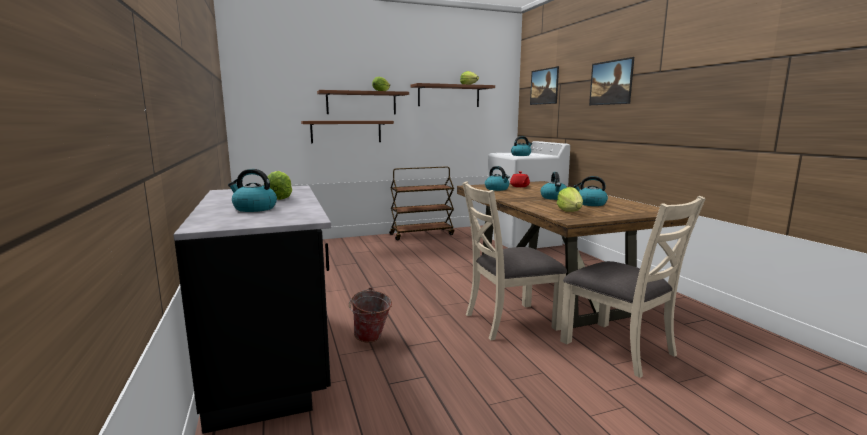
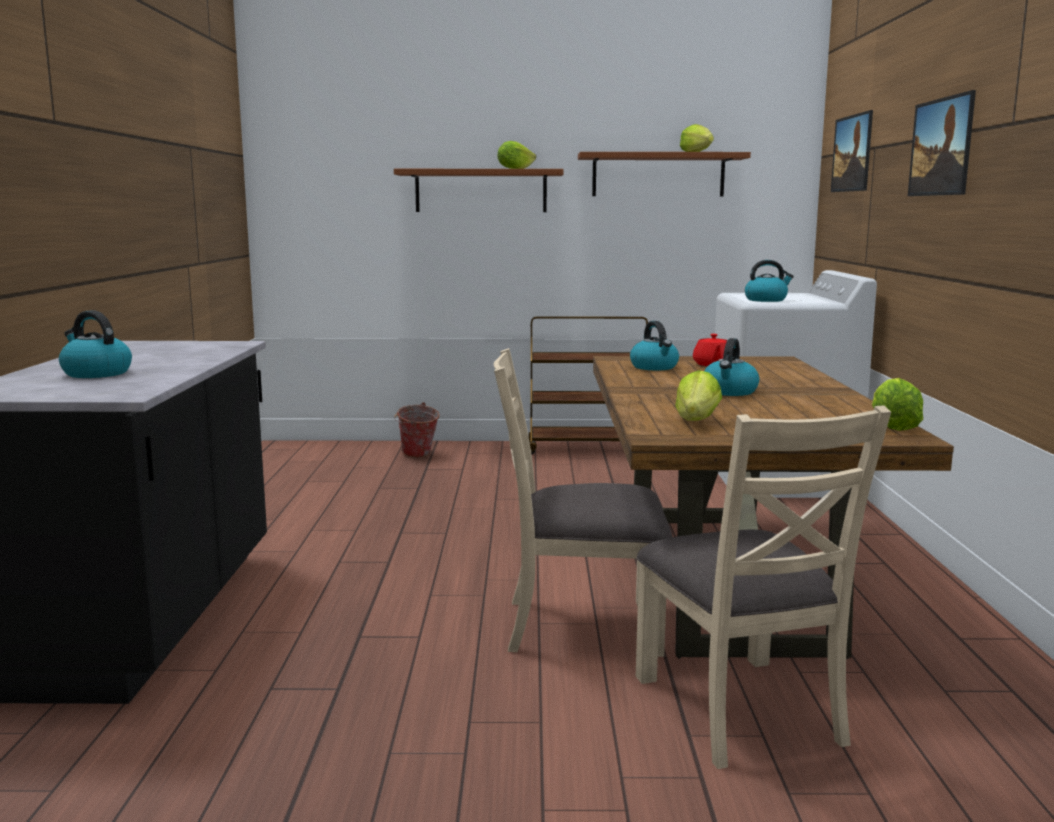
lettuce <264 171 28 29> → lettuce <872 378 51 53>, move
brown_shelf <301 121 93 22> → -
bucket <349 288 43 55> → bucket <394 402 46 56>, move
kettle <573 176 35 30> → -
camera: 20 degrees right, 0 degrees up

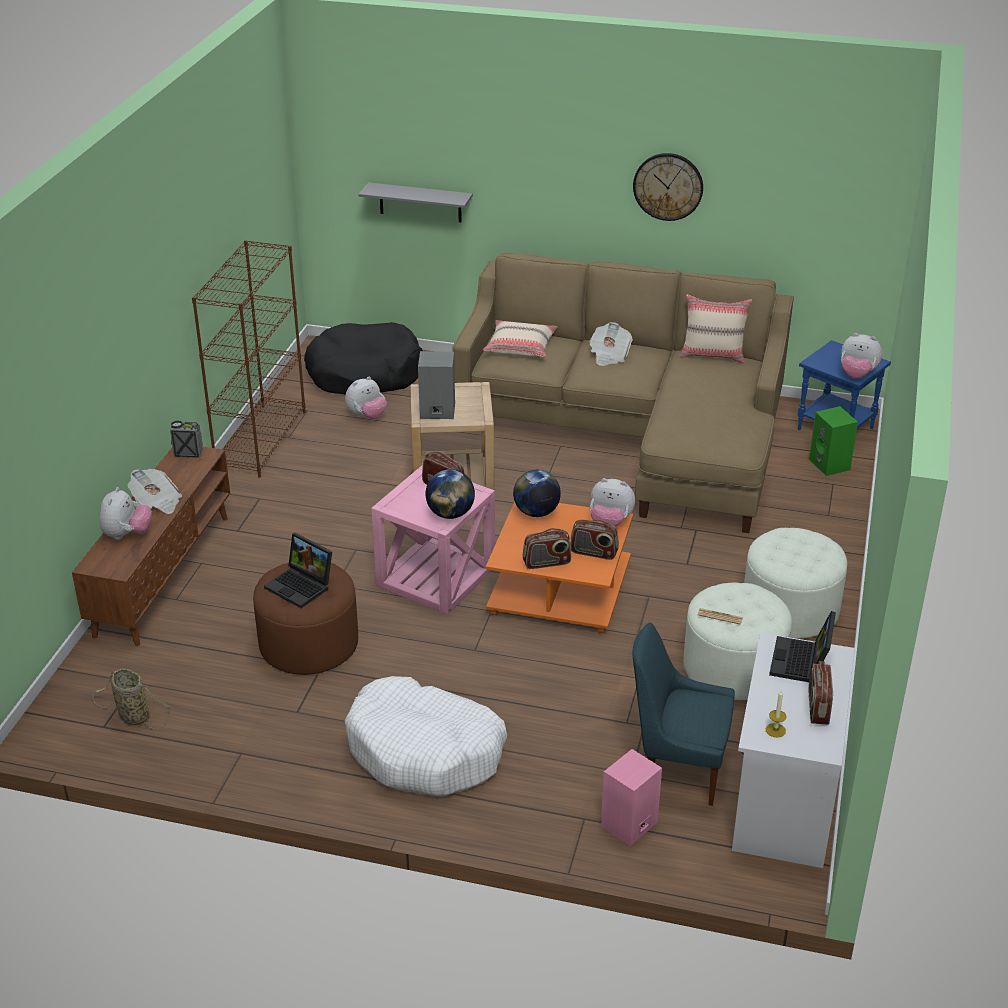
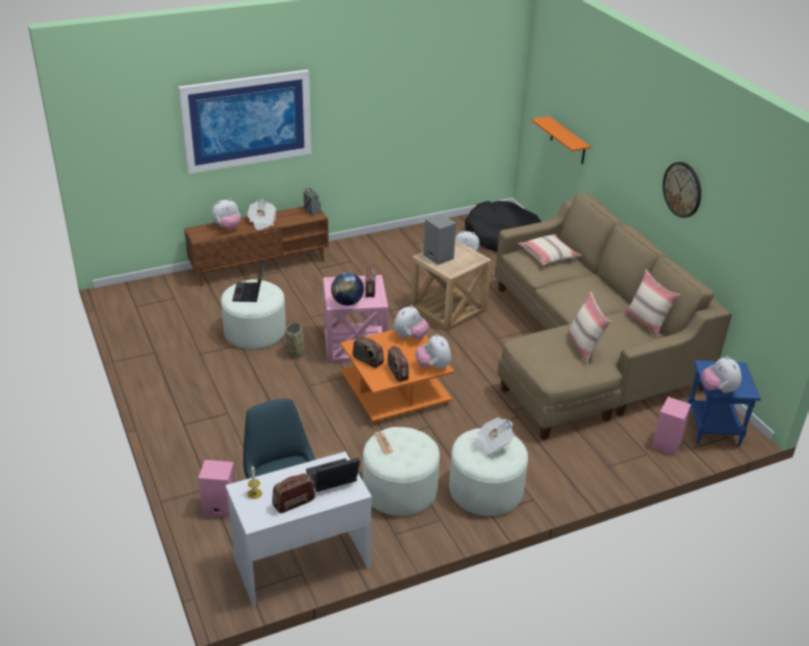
basket <92 668 79 61> → basket <285 322 25 43>, move
brown_bookcase <192 240 114 238> → -
brown_ottoman <253 563 105 112> → white_ottoman <221 279 65 70>
white_dog_bed <345 676 162 121> → -
grey_shelf <359 182 114 40> → orange_shelf <532 116 59 48>
globe <513 470 48 47> → plush_toy <394 305 35 35>
newspaper <589 322 44 44> → newspaper <470 417 44 39>, move
green_speaker <809 406 49 70> → pink_speaker <652 397 39 58>
- → picture <178 69 133 105>
- → beige_pillow <567 291 44 73>
camera: 50 degrees right, 0 degrees up

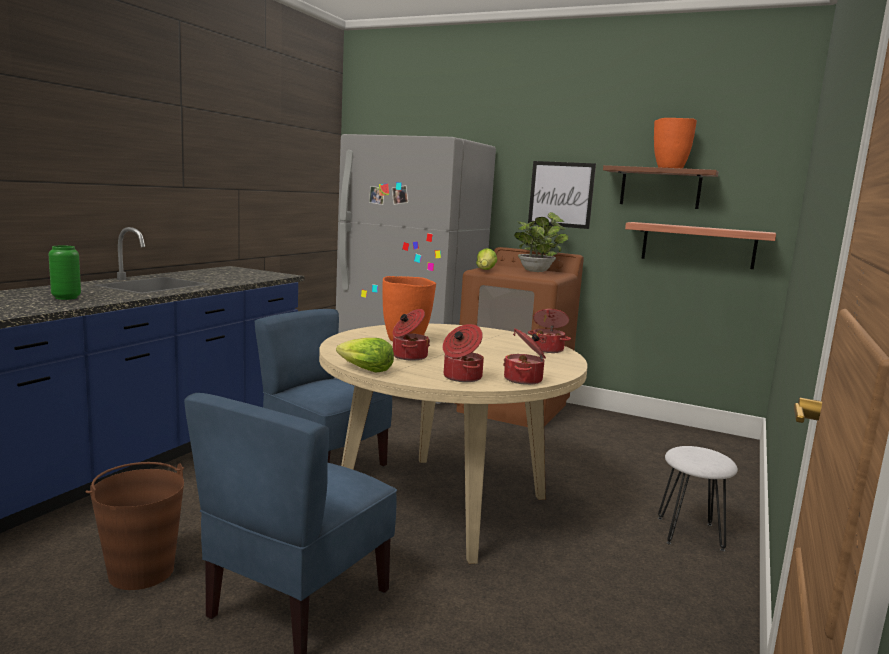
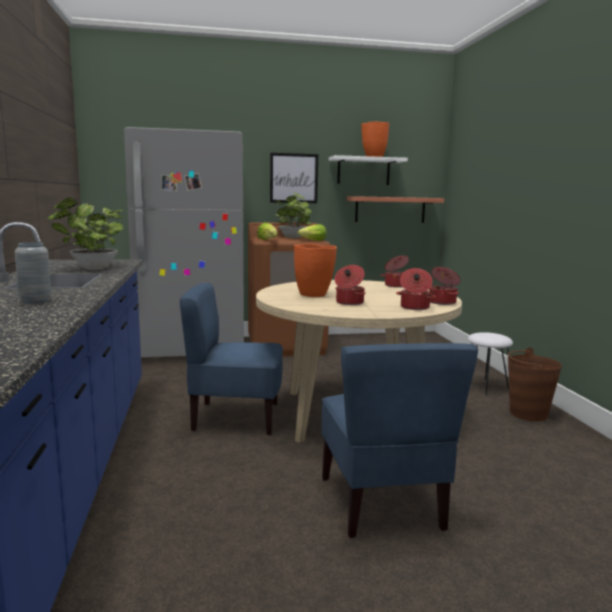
green_vase <48 245 33 55> → grey_vase <15 242 36 61>
brown_bucket <86 462 98 128> → brown_bucket <508 347 54 74>, move
lettuce <336 338 58 35> → lettuce <298 224 29 17>, move
brown_shelf <603 165 116 44> → white_shelf <329 155 79 30>
- → potted_plant <47 198 77 72>
camera: 35 degrees left, 0 degrees up

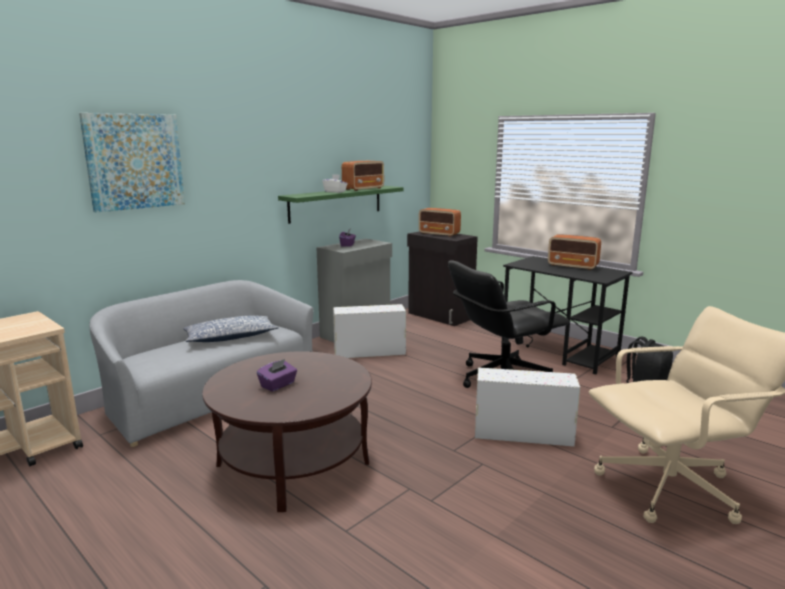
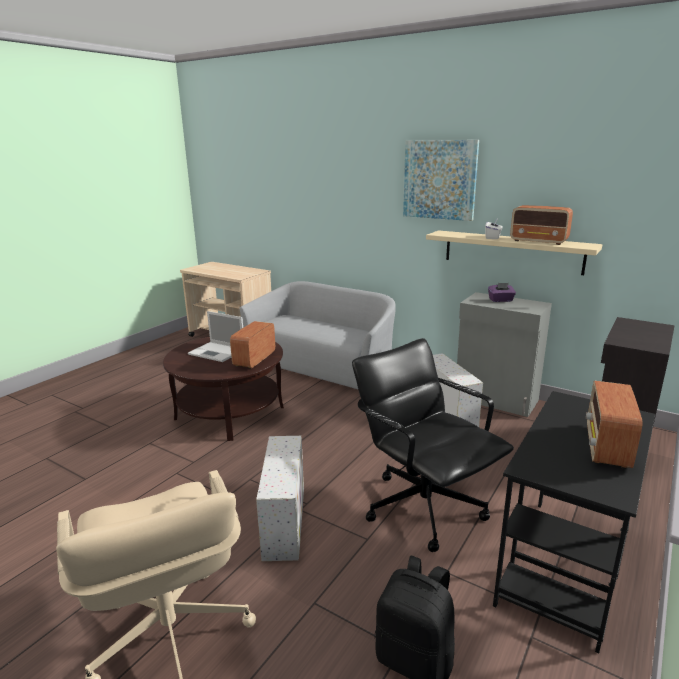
picture <79 113 106 99> → picture <403 140 76 81>, move
pillow <183 316 96 26> → -
purple_tissue_box <257 359 40 33> → laptop <188 311 55 51>
green_shelf <278 186 126 38> → beige_shelf <426 230 176 45>
radio <419 208 42 29> → radio <230 321 45 48>, move
camera: 80 degrees right, 5 degrees up

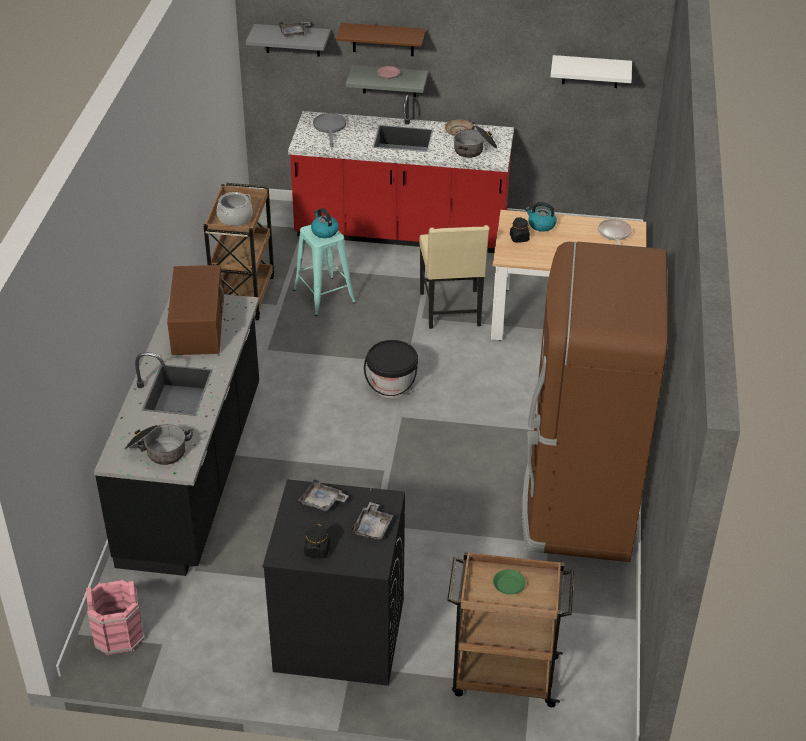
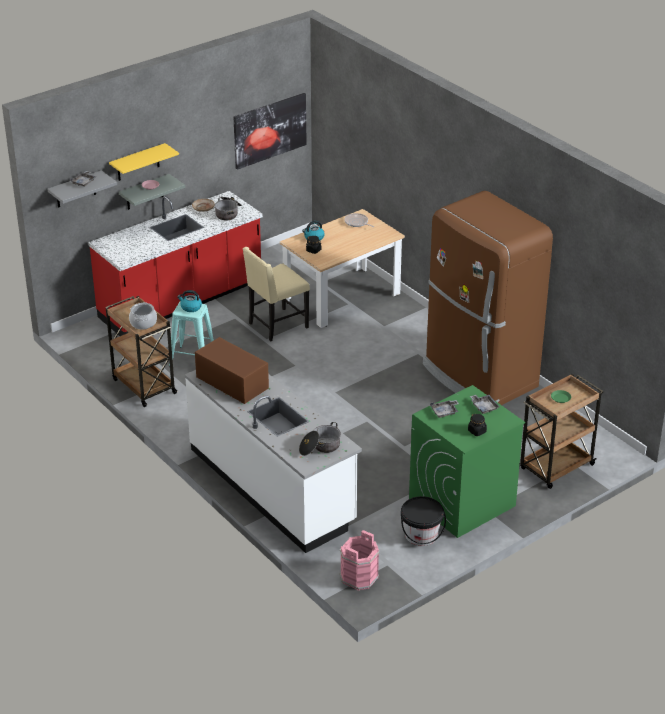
black_counter <94 294 165 282> → white_counter <185 370 177 183>
black_washing_machine <263 479 142 207> → green_washing_machine <409 385 116 153>
grey_frying_pan <313 113 33 34> → -
brown_shelf <336 23 90 33> → yellow_shelf <109 143 70 38>
black_bucket <364 340 54 58> → black_bucket <401 496 45 50>, move
beige_chair <419 225 70 104> → beige_chair <243 247 67 95>, 105 degrees clockwise
white_shelf <550 55 82 33> → picture <233 93 74 77>
camera: 45 degrees left, 5 degrees down

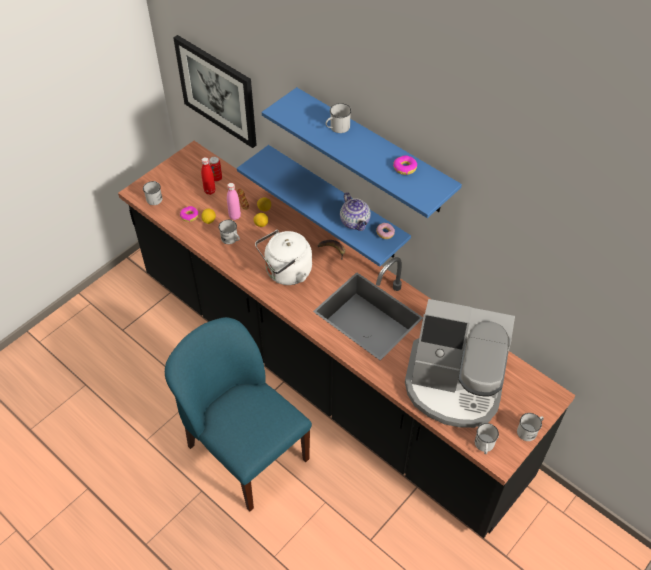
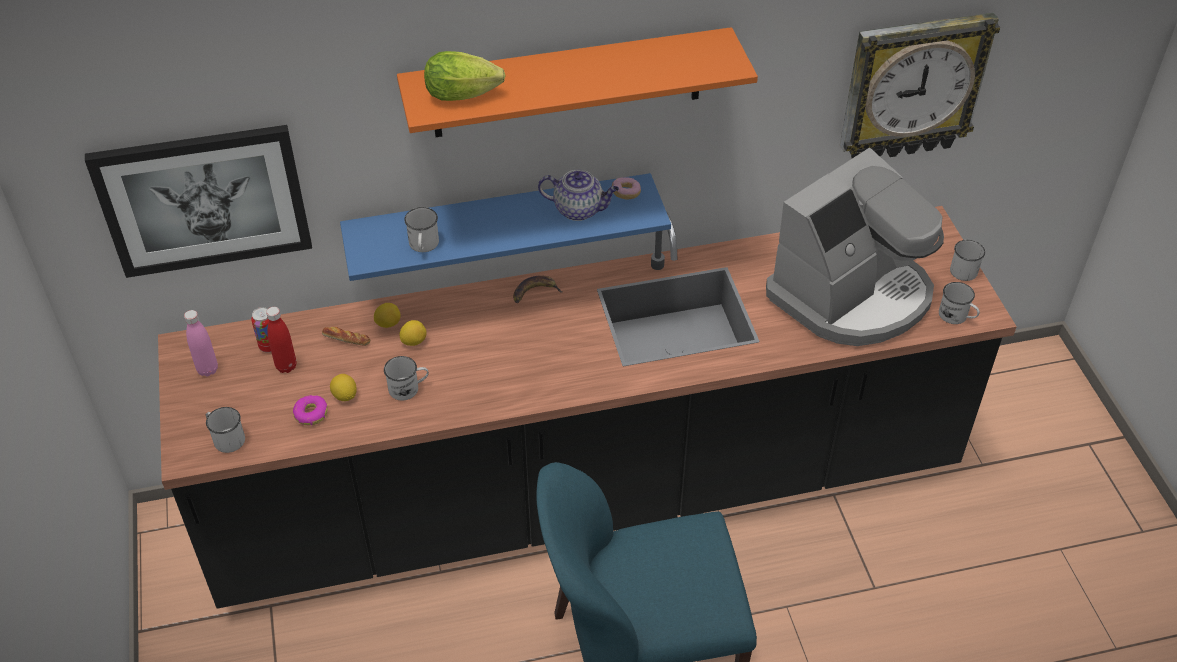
pink_bottle <227 183 14 37> → pink_bottle <184 310 34 67>, move
white_kettle <255 230 57 55> → -
blue_shelf <262 87 200 131> → orange_shelf <397 27 361 110>
white_mug <325 103 26 30> → white_mug <404 207 35 45>, move
donut <393 155 24 20> → -
- → lettuce <424 51 82 50>
- → wall_clock <840 13 160 145>
camera: 55 degrees left, 5 degrees down

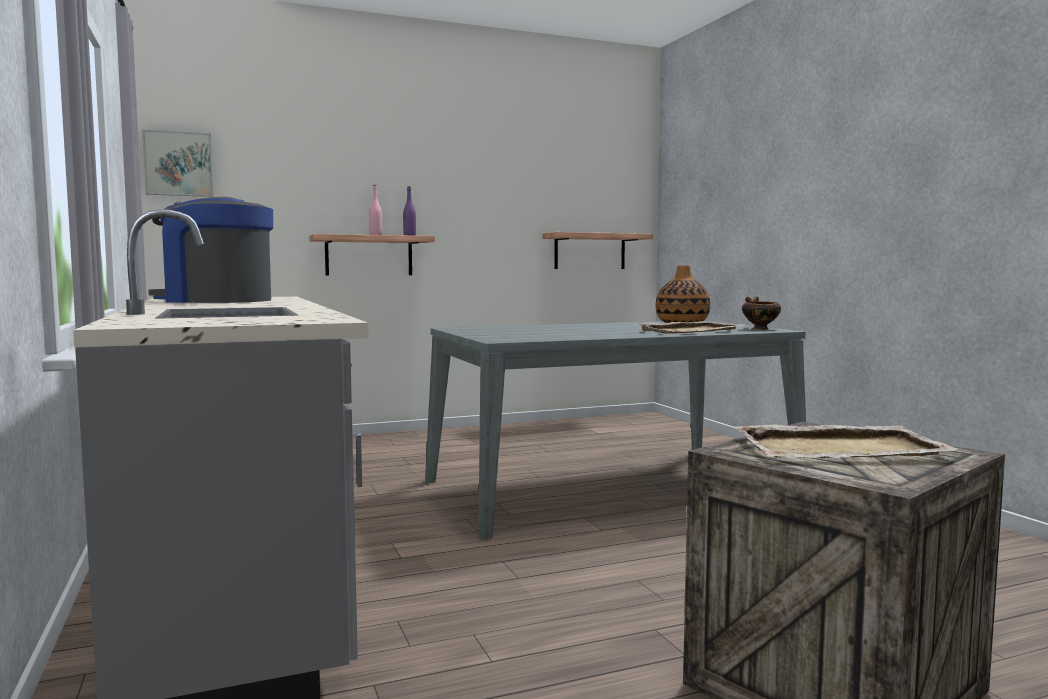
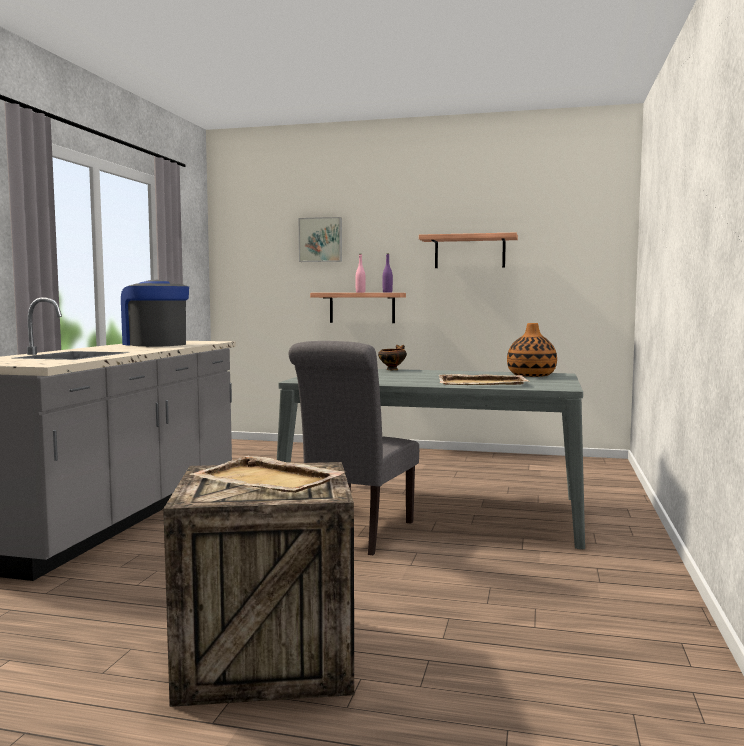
picture <142 130 72 67> → picture <299 217 43 45>, move
shelf <543 232 110 37> → shelf <419 232 99 36>, move
bowl <742 296 39 34> → bowl <378 345 29 25>, move
- → grey_chair <289 341 130 214>
camera: 35 degrees right, 0 degrees up

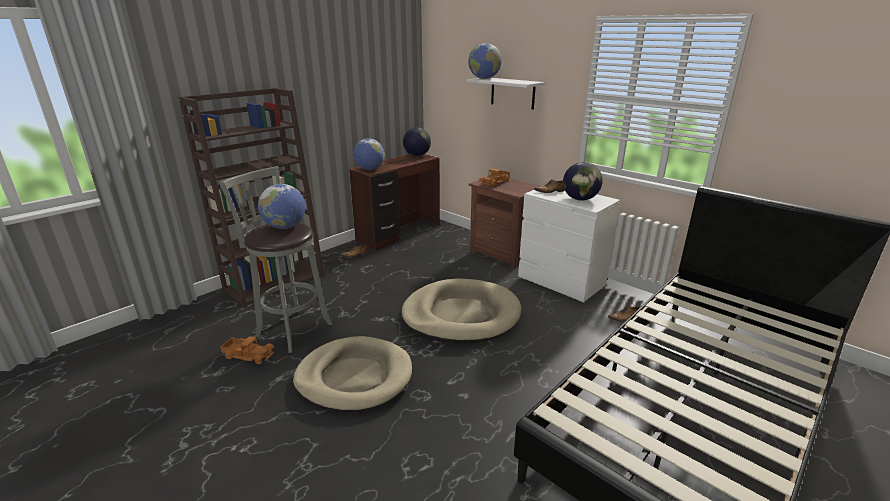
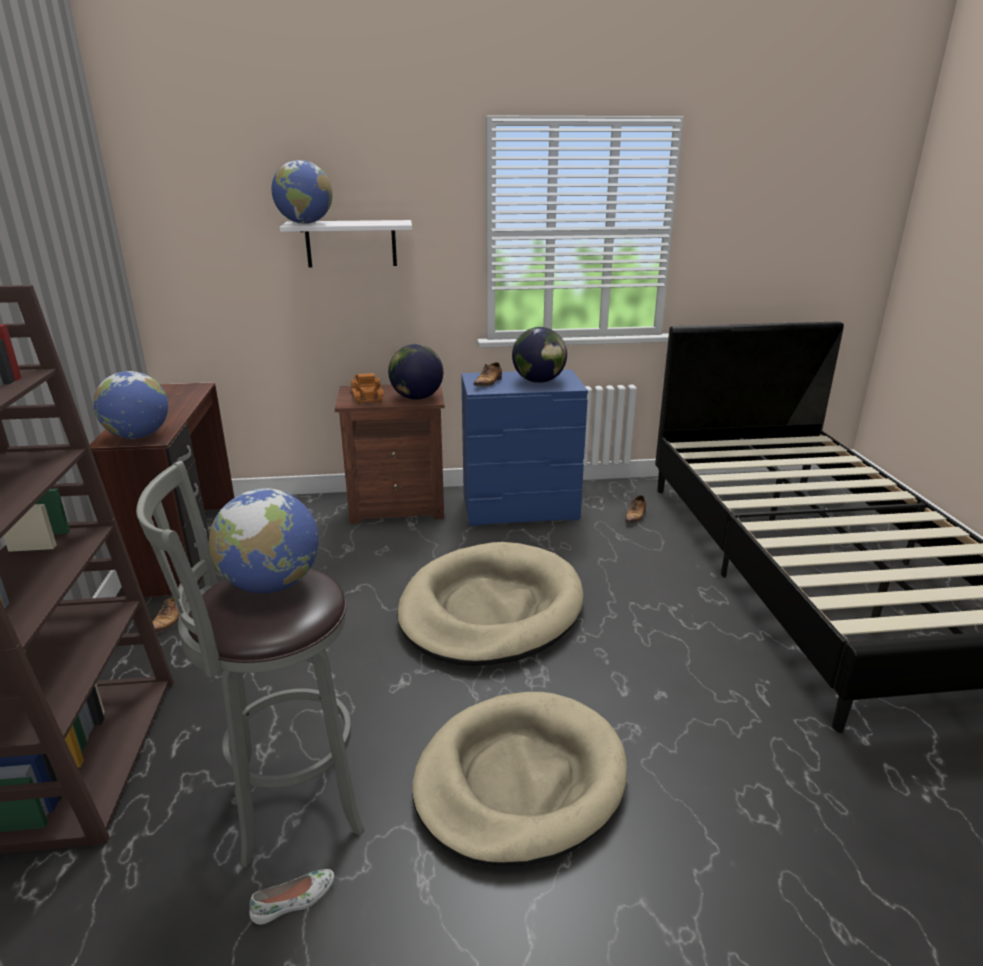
toy_truck <220 336 54 28> → white_shoe <250 869 84 56>
globe <403 127 28 29> → globe <388 344 55 56>, move
white_dresser <518 190 102 113> → blue_dresser <461 369 127 157>
camera: 50 degrees left, 0 degrees up

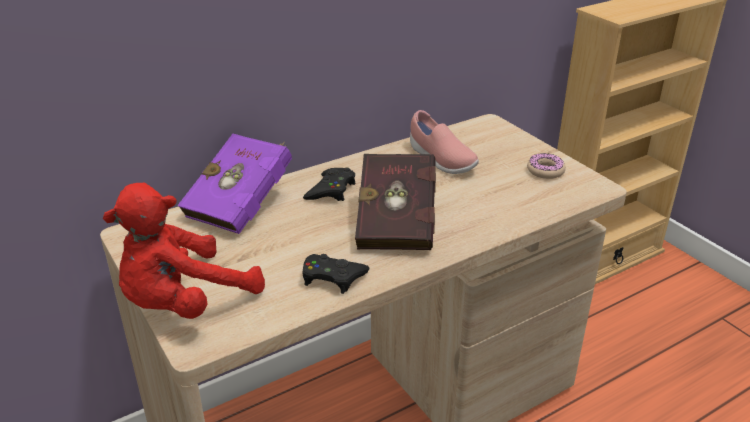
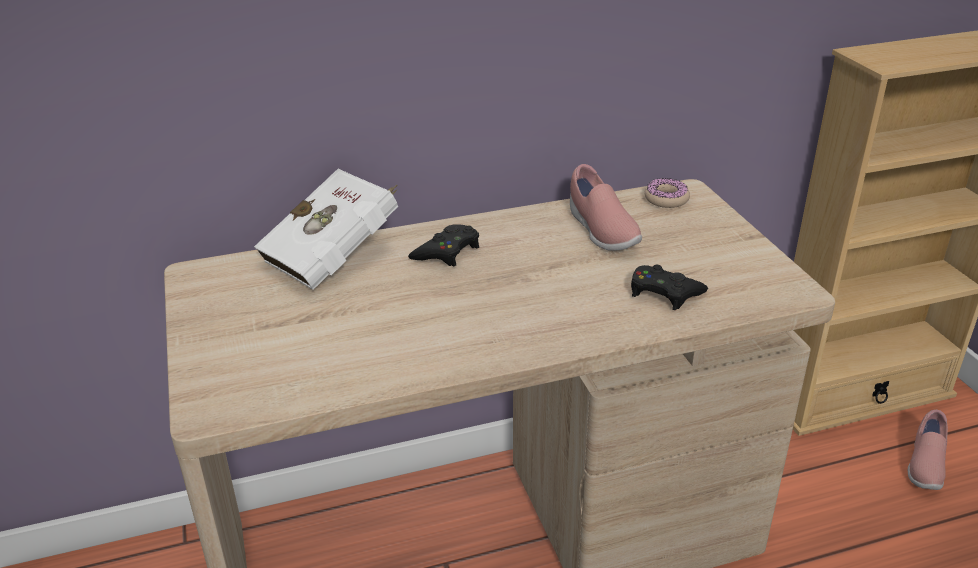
red_plush_toy <103 182 162 137> → -
purple_book <177 134 115 100> → white_book <254 168 144 122>
black_game_controller <303 254 67 40> → black_game_controller <631 265 77 45>, move
red_book <355 151 81 99> → -
donut <527 153 39 26> → donut <644 178 46 30>, move
- → pink_shoe <908 410 40 80>
camera: 15 degrees right, 0 degrees up

